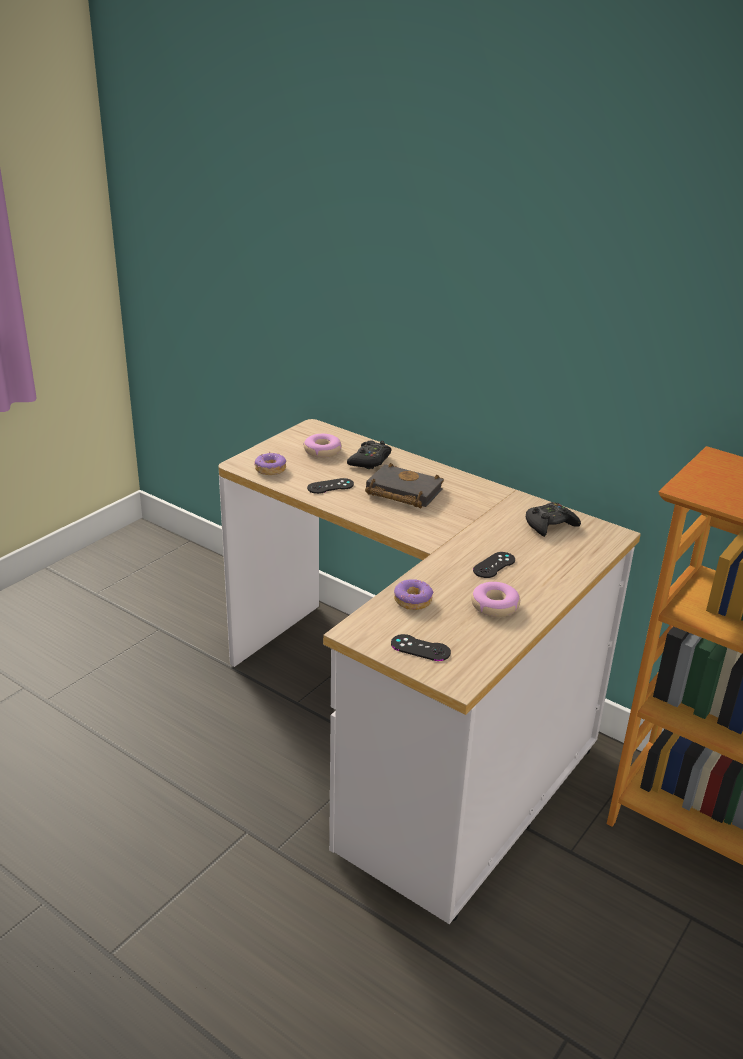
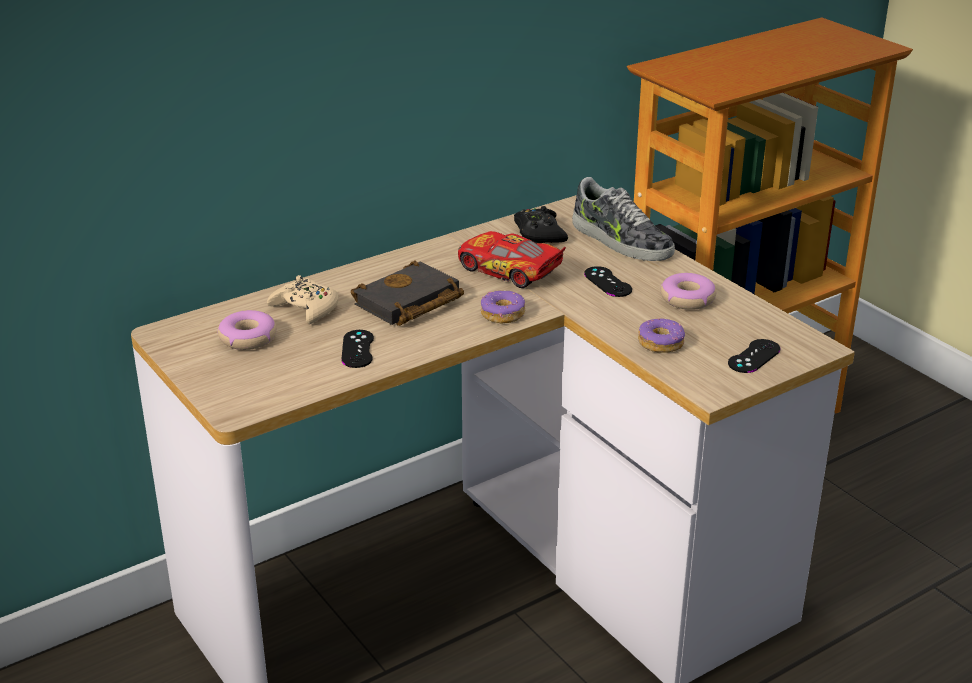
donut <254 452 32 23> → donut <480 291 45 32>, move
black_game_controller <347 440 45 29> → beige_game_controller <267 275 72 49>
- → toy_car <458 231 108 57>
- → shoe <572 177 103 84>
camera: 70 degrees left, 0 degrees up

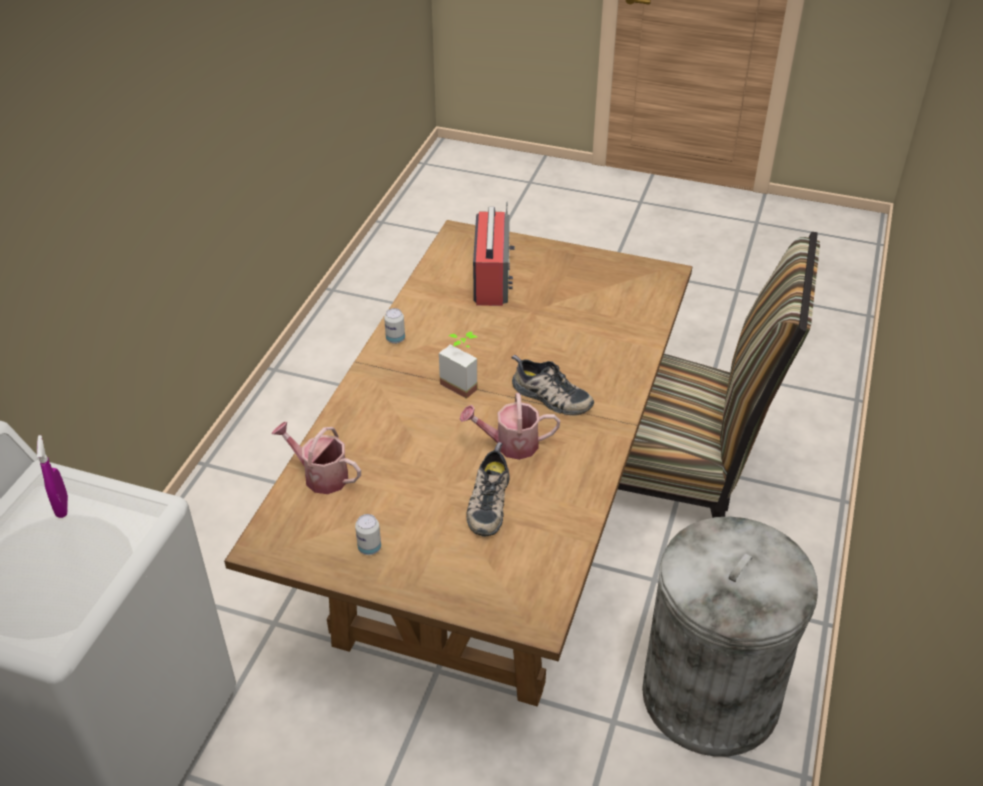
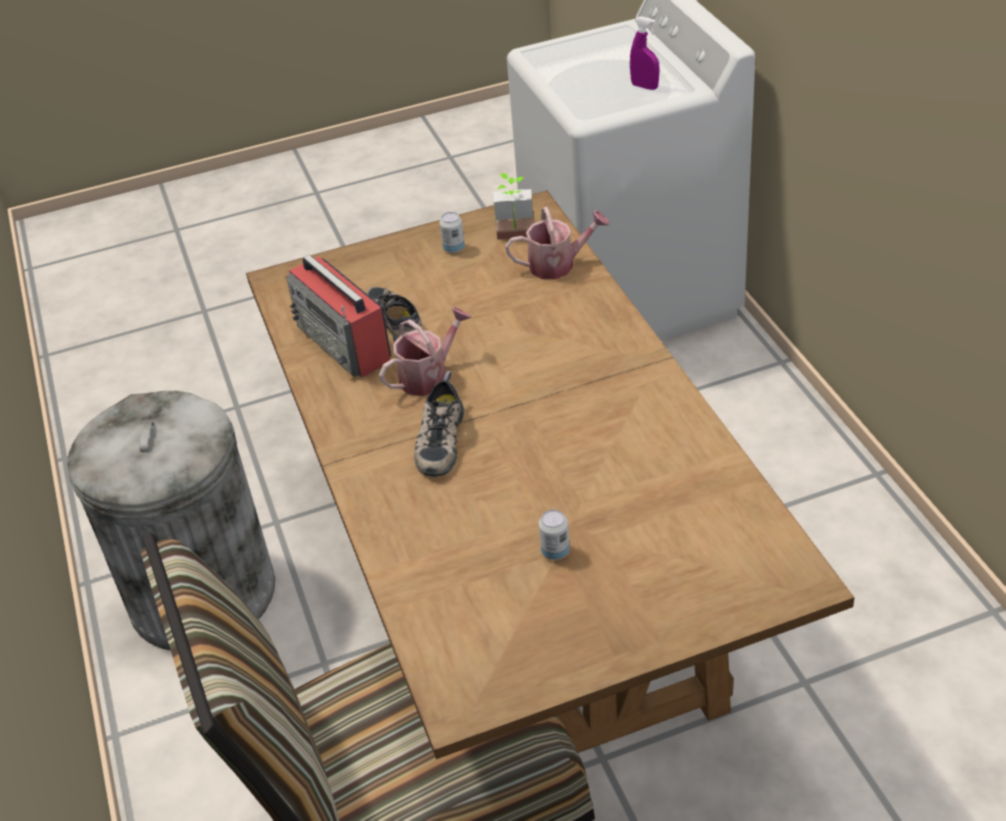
can <384 308 21 36> → can <539 509 31 51>, move
potted_plant <439 332 38 67> → potted_plant <494 173 40 67>, move
radio <473 202 42 104> → radio <286 255 105 122>, move
shoe <511 355 83 61> → shoe <414 371 50 106>, 75 degrees counterclockwise
camera: 145 degrees right, 0 degrees up

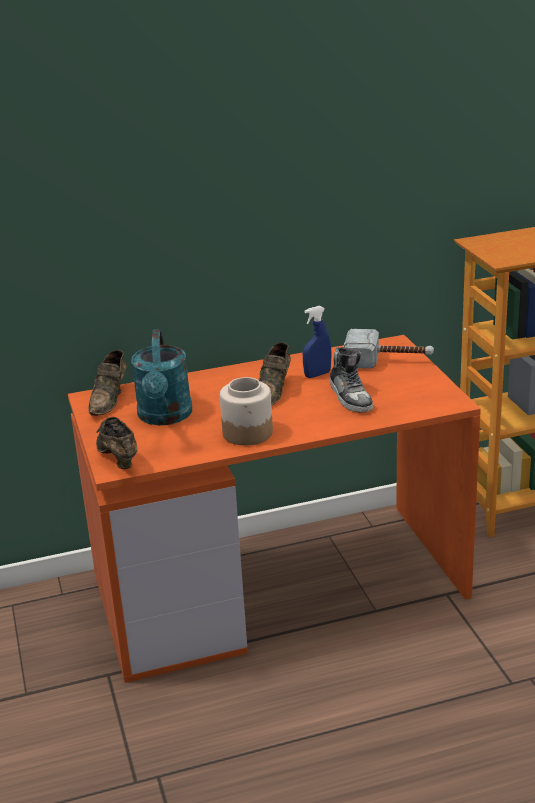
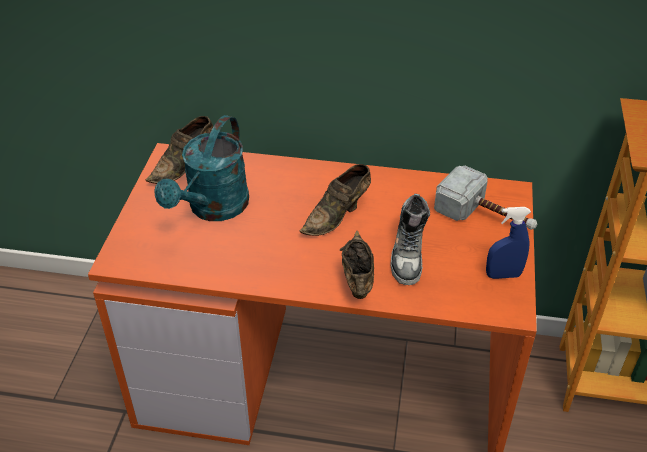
brown_shoe <96 417 41 52> → brown_shoe <340 231 34 68>, move
jar <220 377 53 68> → -
blue_spray_bottle <303 306 29 72> → blue_spray_bottle <486 207 45 72>, move
camera: 25 degrees right, 15 degrees up

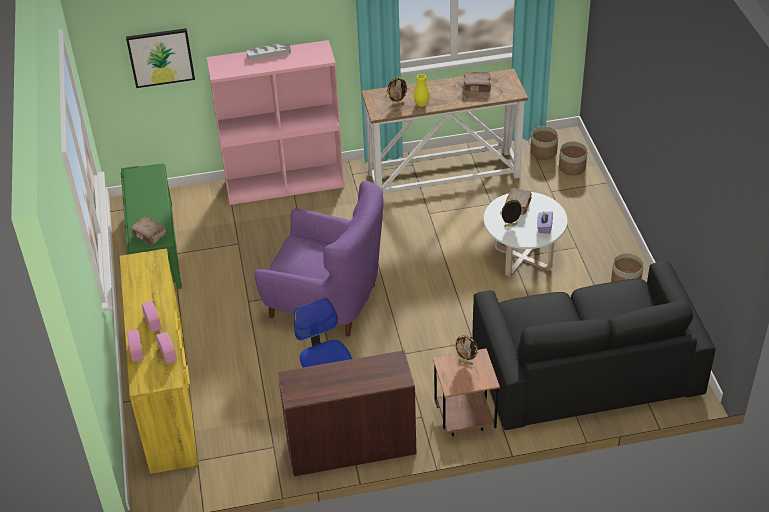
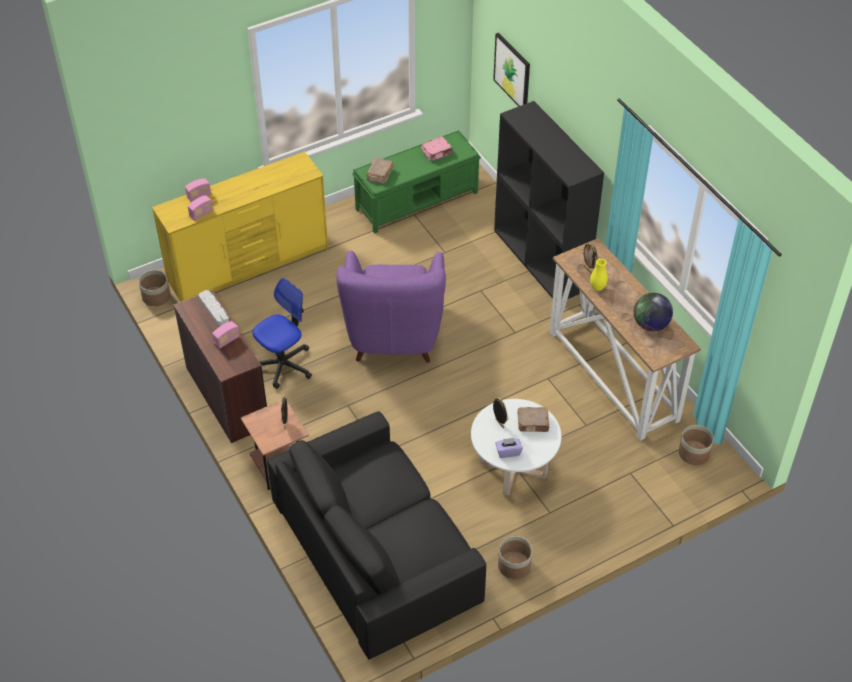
radio <142 301 19 31> → radio <212 321 28 28>, move
pink_bookcase <207 40 137 165> → black_bookcase <494 101 110 198>
grey_tray <247 43 44 18> → grey_tray <199 290 30 36>, move
brown_book <464 72 27 20> → globe <634 293 39 38>
planter <559 141 28 35> → planter <139 270 31 36>, move
- → pink_book <421 137 32 24>
camera: 70 degrees right, 5 degrees up

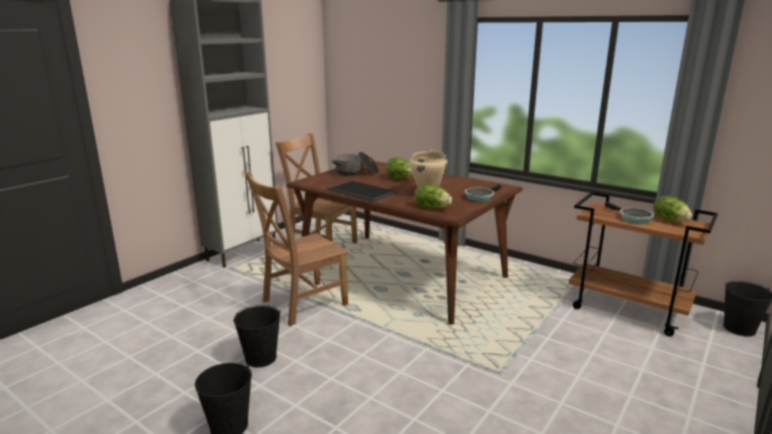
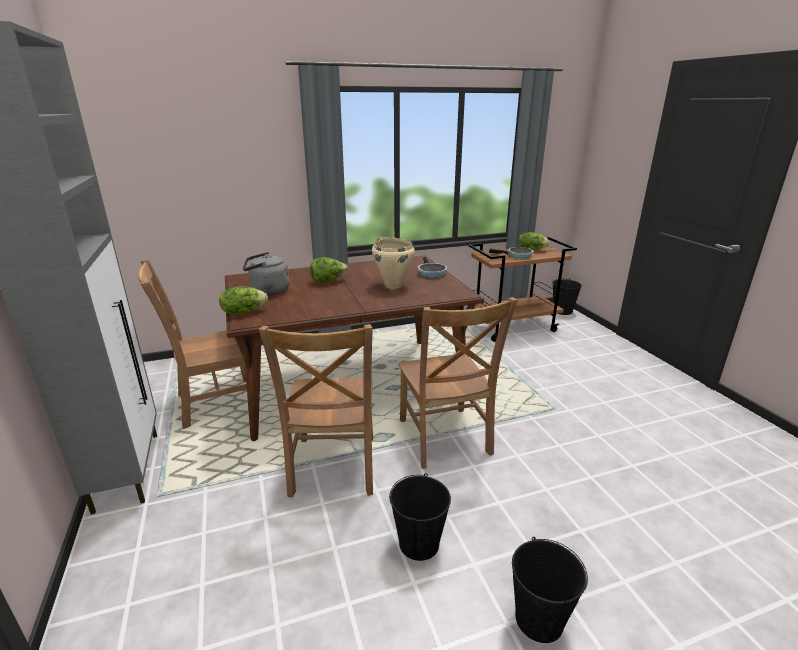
tray <327 180 70 22> → -
cooking_pot <332 152 47 24> → grey_kettle <243 252 46 43>
lettuce <414 185 38 23> → lettuce <219 287 49 28>, move
- → brown_chair <398 297 120 171>
camera: 55 degrees left, 5 degrees up

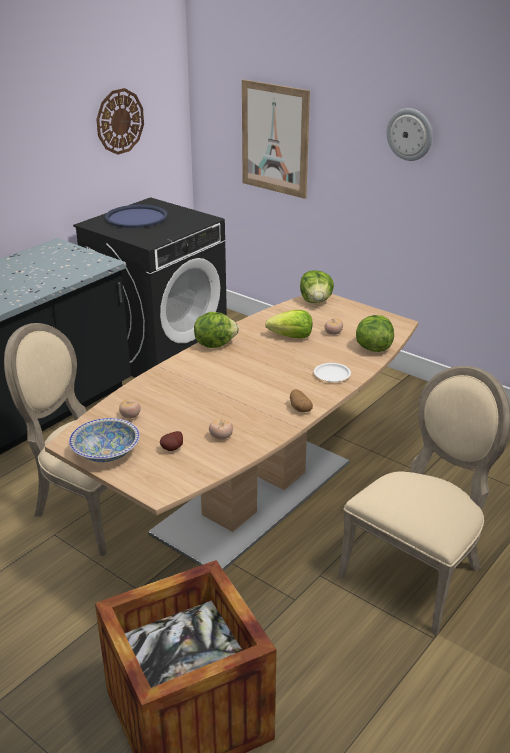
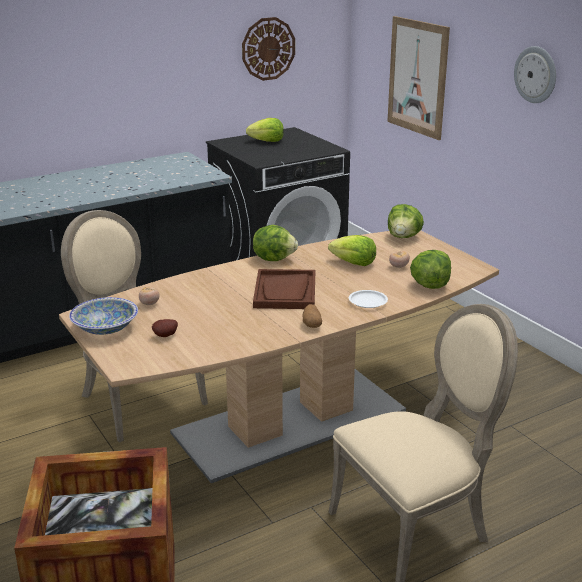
blue_tray <105 205 62 23> → lettuce <246 118 38 24>
tomato <209 420 24 20> → -
- → brown_tray <253 269 62 40>
camera: 20 degrees right, 5 degrees down

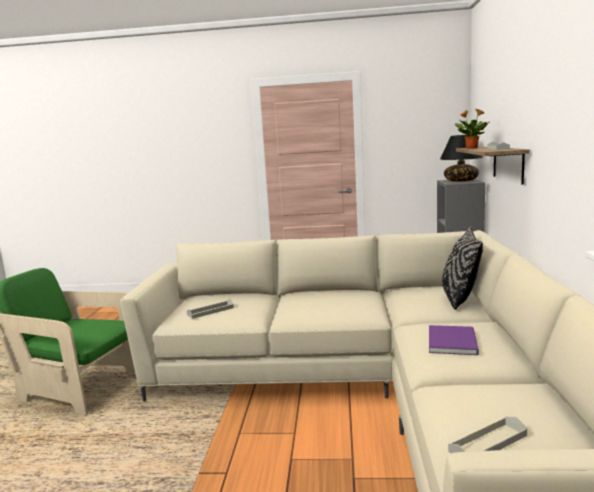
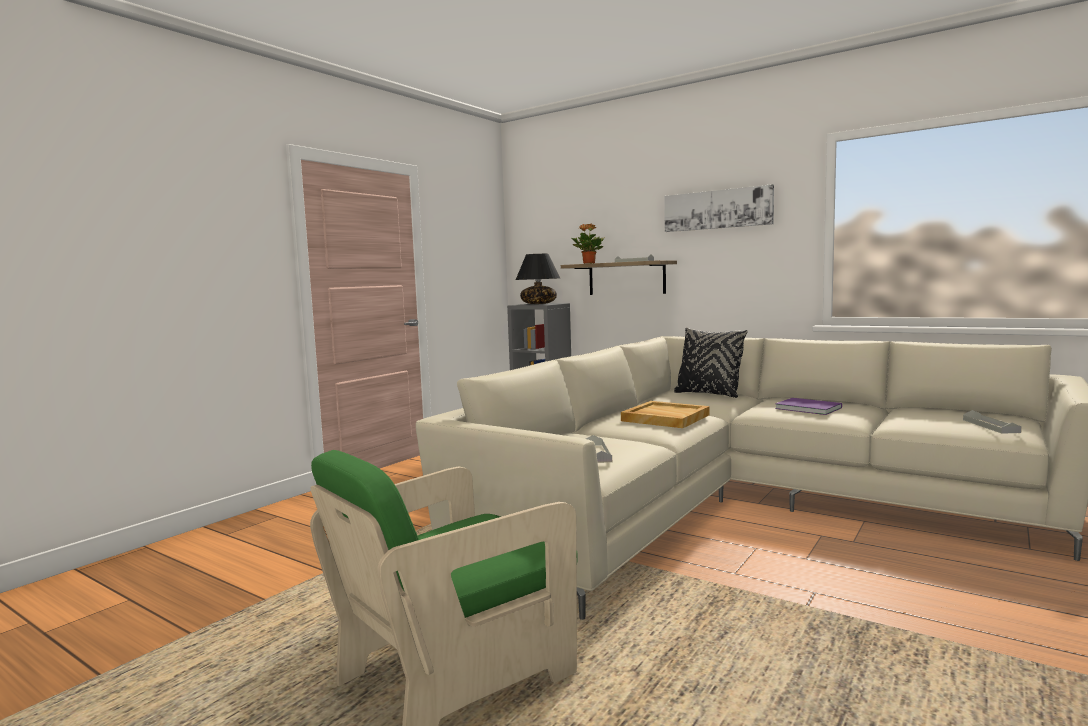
- → beige_tray <621 401 89 27>
- → picture <664 184 110 48>
camera: 60 degrees left, 5 degrees down

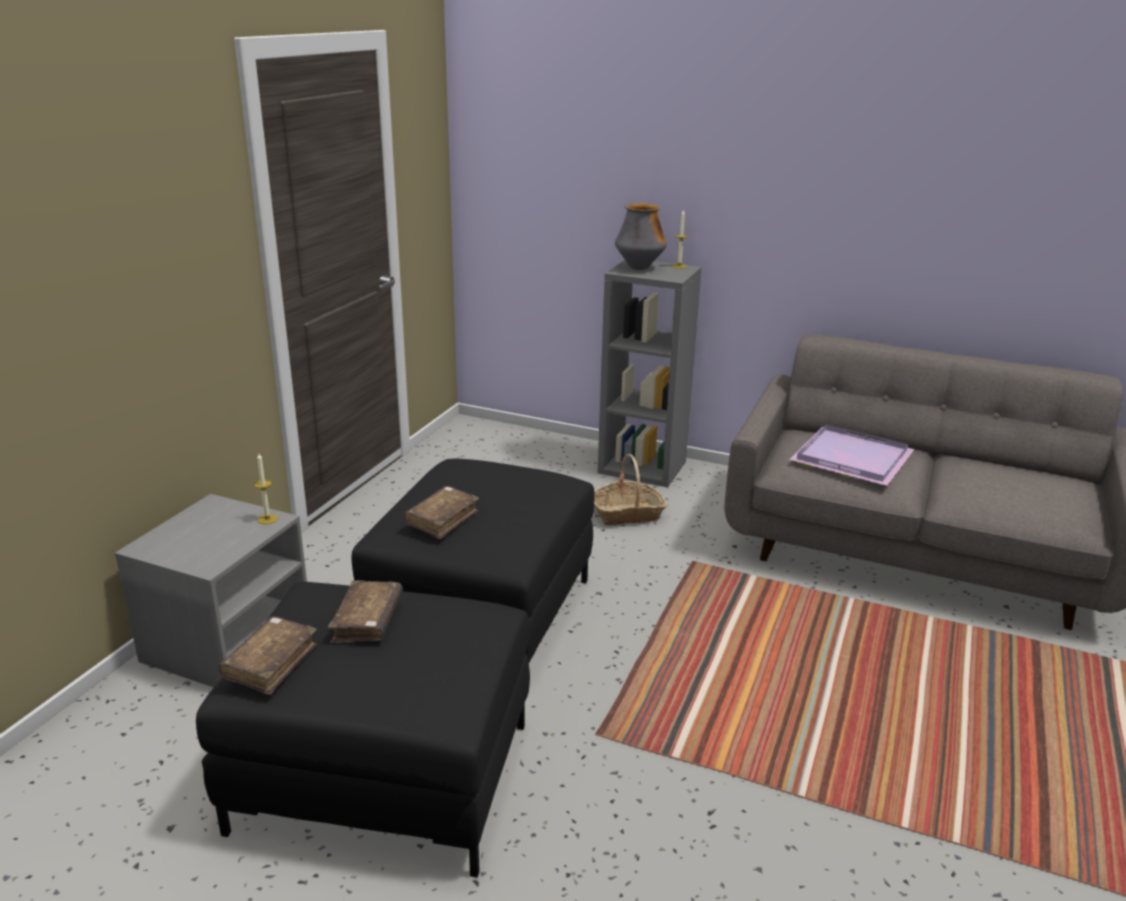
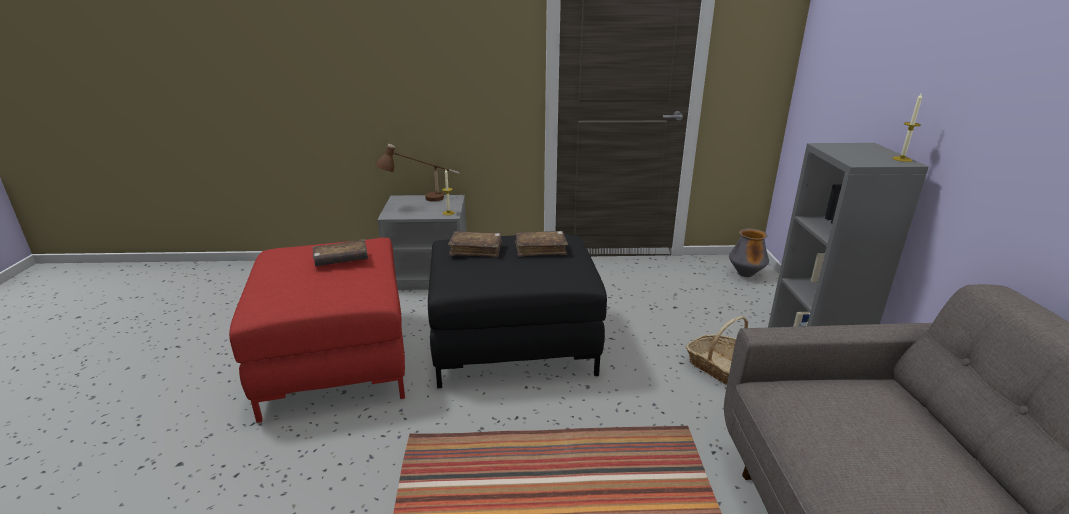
black_ottoman <196 581 334 296> → red_ottoman <229 238 176 185>
brown_book <219 616 98 79> → brown_book <515 231 53 26>, move
vase <615 203 52 67> → vase <729 228 40 49>, move
purple_tray <789 424 125 62> → -
- → brown_table_lamp <375 144 84 58>
camera: 65 degrees right, 0 degrees up

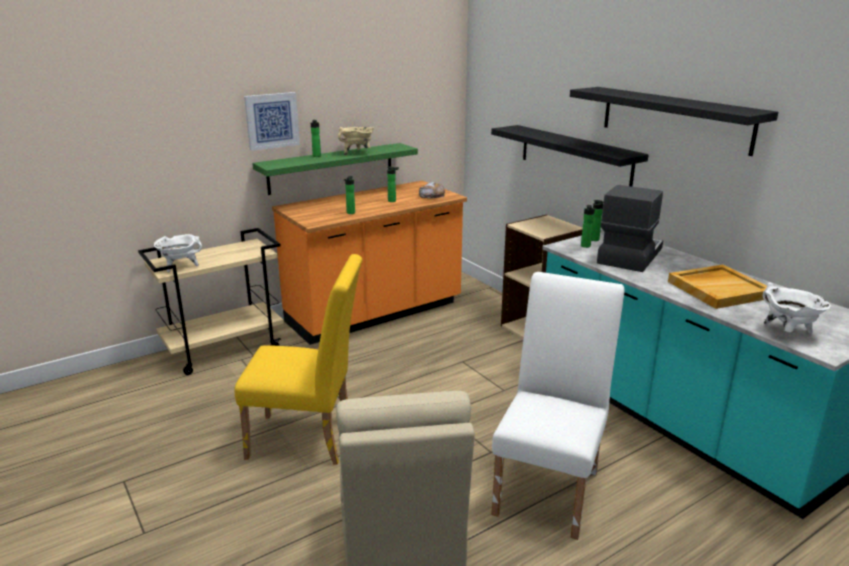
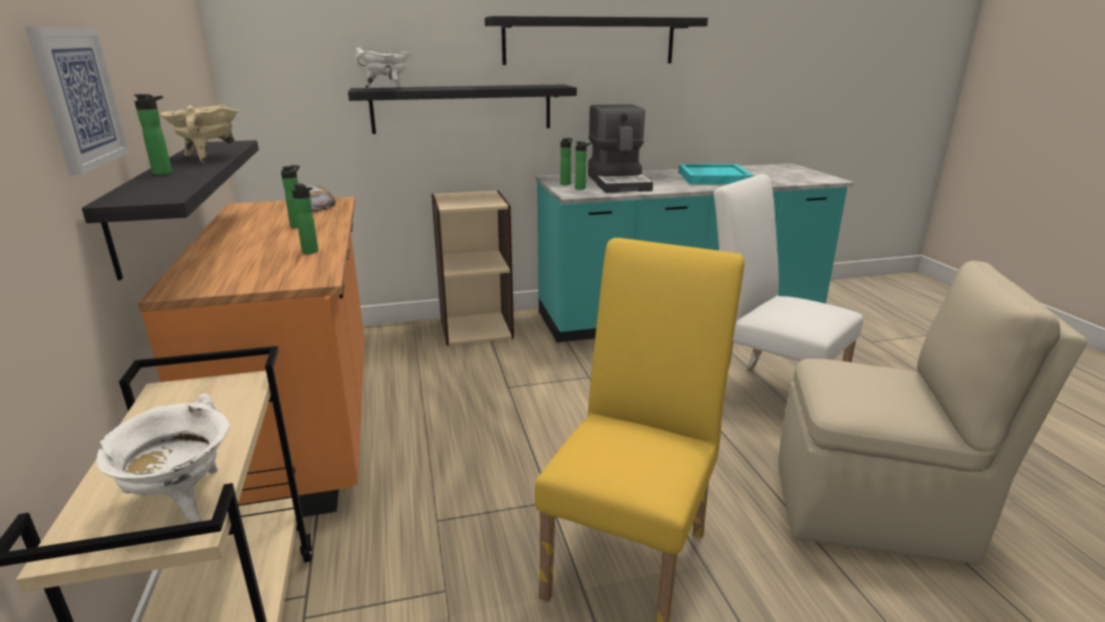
green_shelf <252 143 166 52> → black_shelf <82 140 177 140>
coffee_machine <597 185 66 87> → coffee_machine <588 104 65 89>, 150 degrees counterclockwise
beige_tray <668 265 99 44> → turquoise_tray <679 164 75 21>
white_cooking_pot <763 282 68 51> → white_cooking_pot <355 48 56 41>, move
camera: 70 degrees left, 0 degrees up

